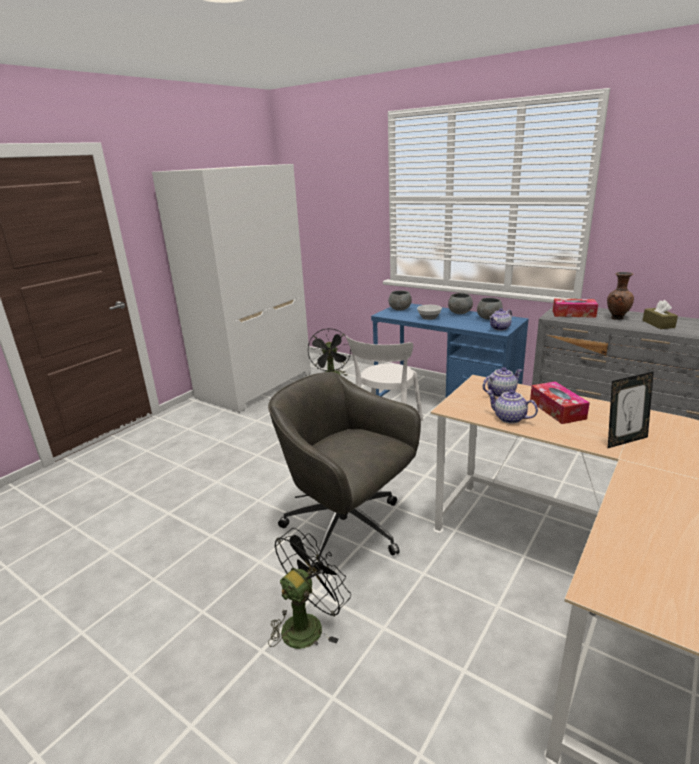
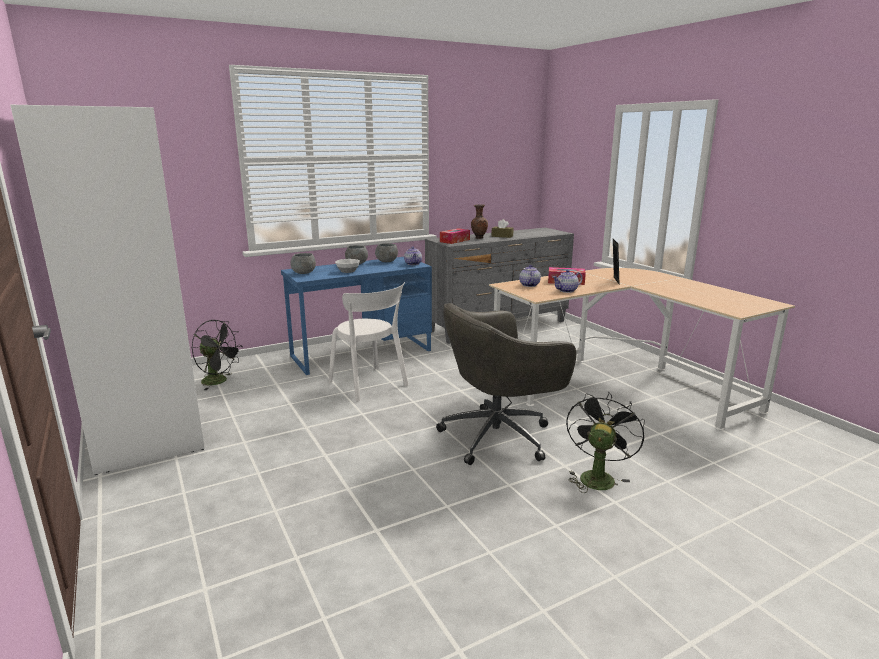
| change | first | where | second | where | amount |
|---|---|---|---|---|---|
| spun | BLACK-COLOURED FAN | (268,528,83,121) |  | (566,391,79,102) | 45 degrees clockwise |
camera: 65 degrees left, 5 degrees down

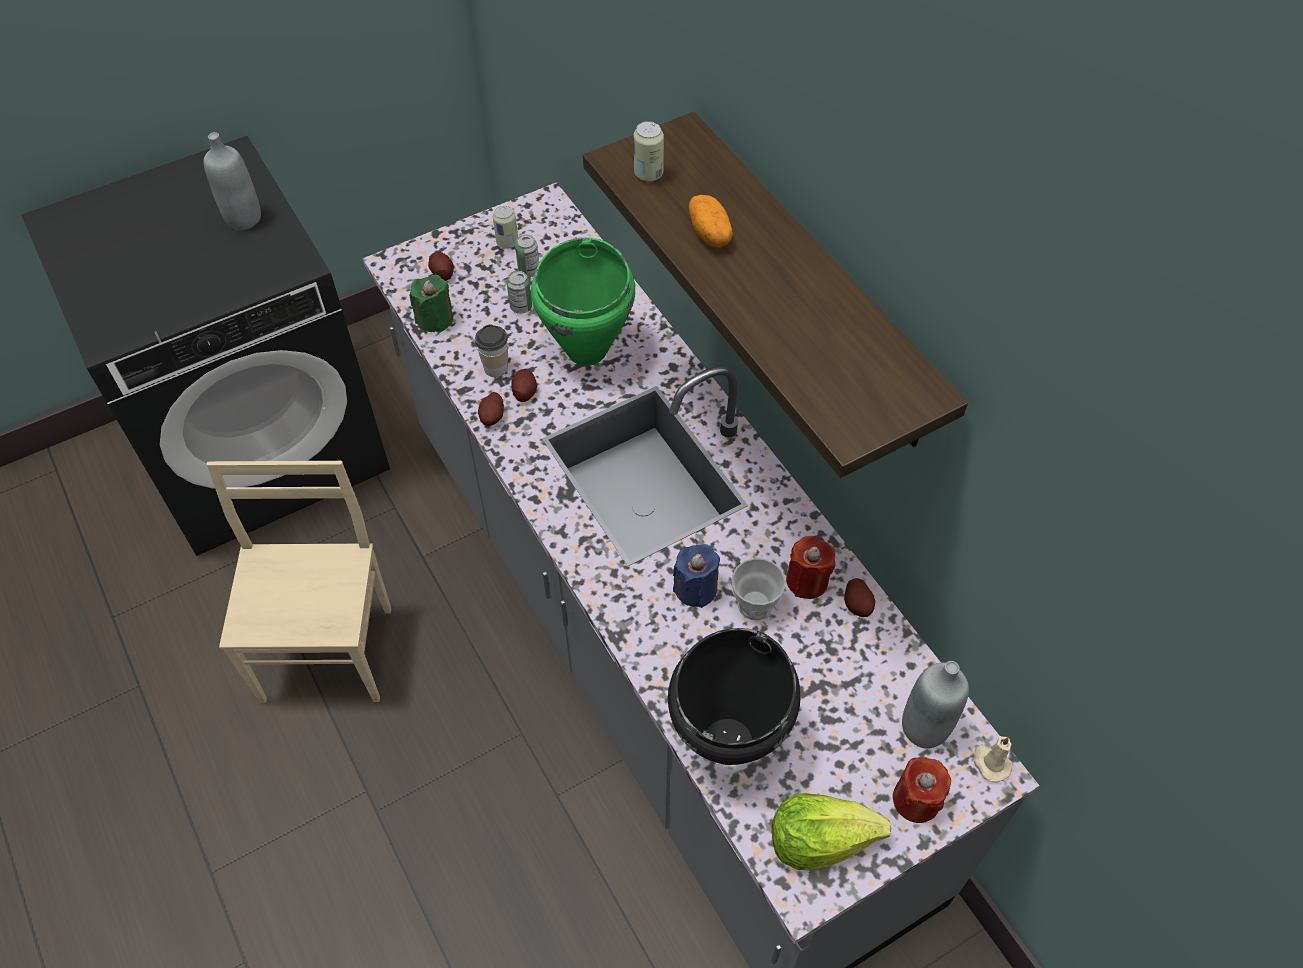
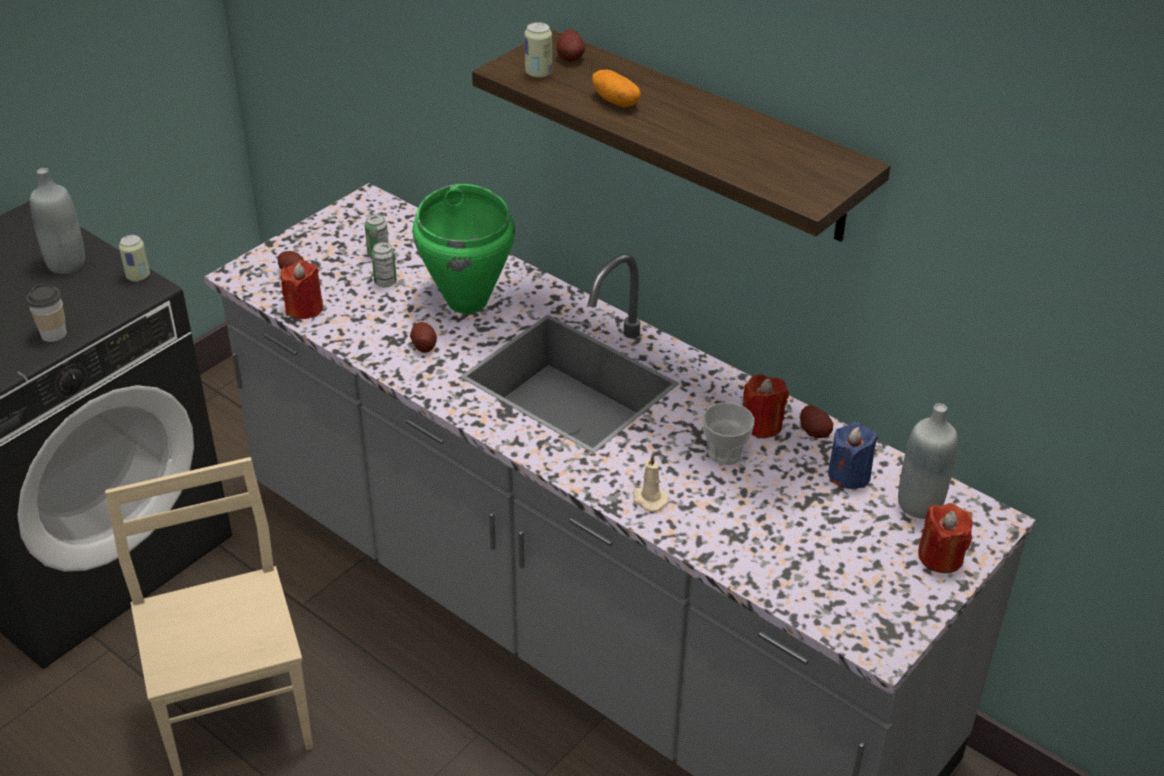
| change | first | where | second | where | amount |
|---|---|---|---|---|---|
| colour | GREEN CANDLE | (410,274,43,58) | RED-COLOURED CANDLE | (281,260,42,59) |  |
| relocated | SMALL CUP | (475,325,33,52) |  | (26,284,41,58) |  |
| relocated | SPUD | (478,392,26,34) |  | (557,29,28,33) |  |
| relocated | SEALED CAN | (493,206,25,43) |  | (119,235,31,47) |  |
| missing | BLACK-COLOURED COOKING POT | (668,628,133,137) |  |  |  |
| relocated | BLUISH CANDLE | (673,544,47,64) |  | (828,422,50,67) |  |
| missing | LETTUCE HEAD | (772,793,119,77) |  |  |  |
| relocated | SAND-COLOURED CANDLE | (974,736,38,47) |  | (633,453,35,58) |  |
camera: 20 degrees left, 15 degrees down

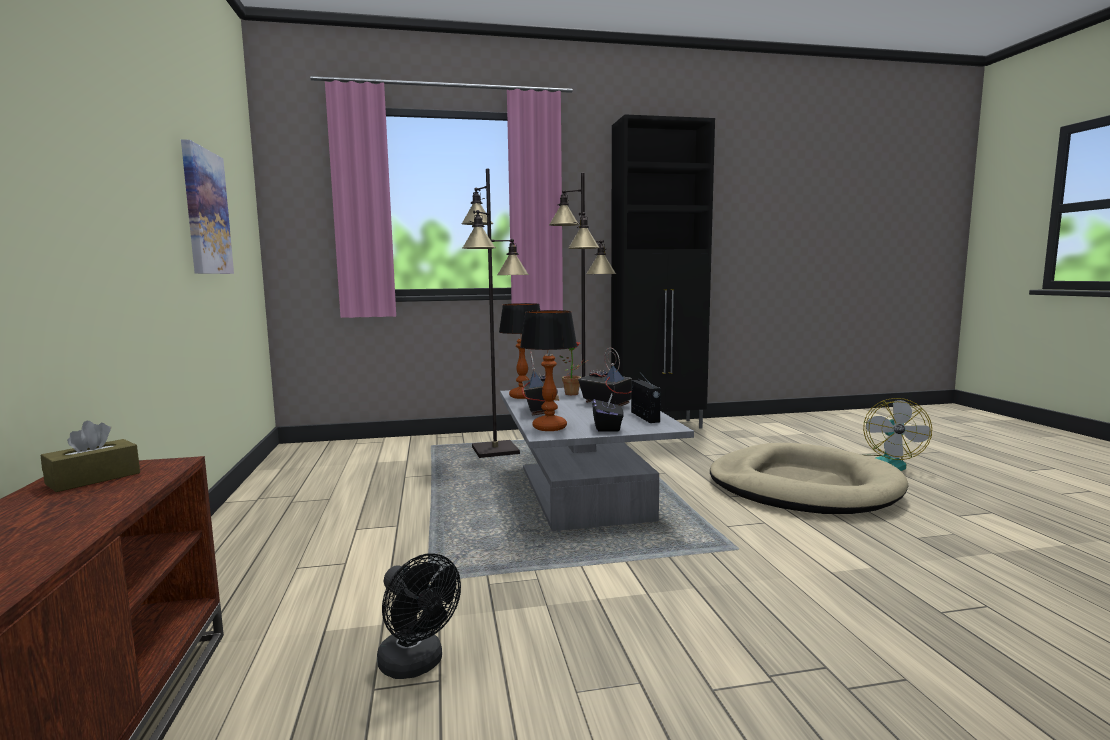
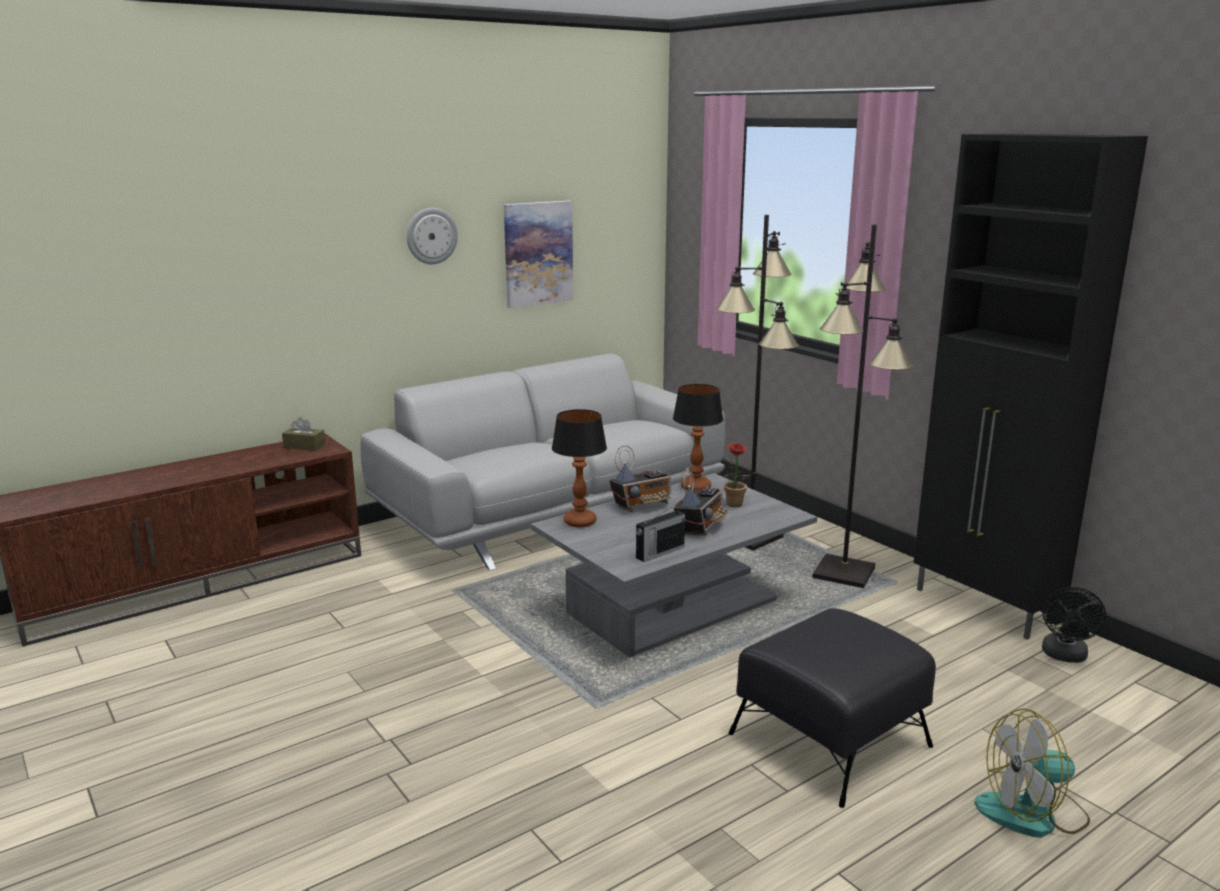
| change | first | where | second | where | amount |
|---|---|---|---|---|---|
| relocated | BLACK-COLOURED FAN | (377,553,84,126) |  | (1042,587,64,76) |  |
| missing | BLACK-COLOURED TISSUE HOLDER | (592,393,32,39) |  |  |  |
| exchanged | SAND-COLOURED DOG CUSHION | (710,443,199,71) | BLACK-COLOURED POUFFE | (728,608,208,200) |  |
| appeared |  |  | GRAY SOFA | (361,354,364,216) |  |
| appeared |  |  | WALL CLOCK | (407,208,51,56) |  |
camera: 65 degrees right, 10 degrees up

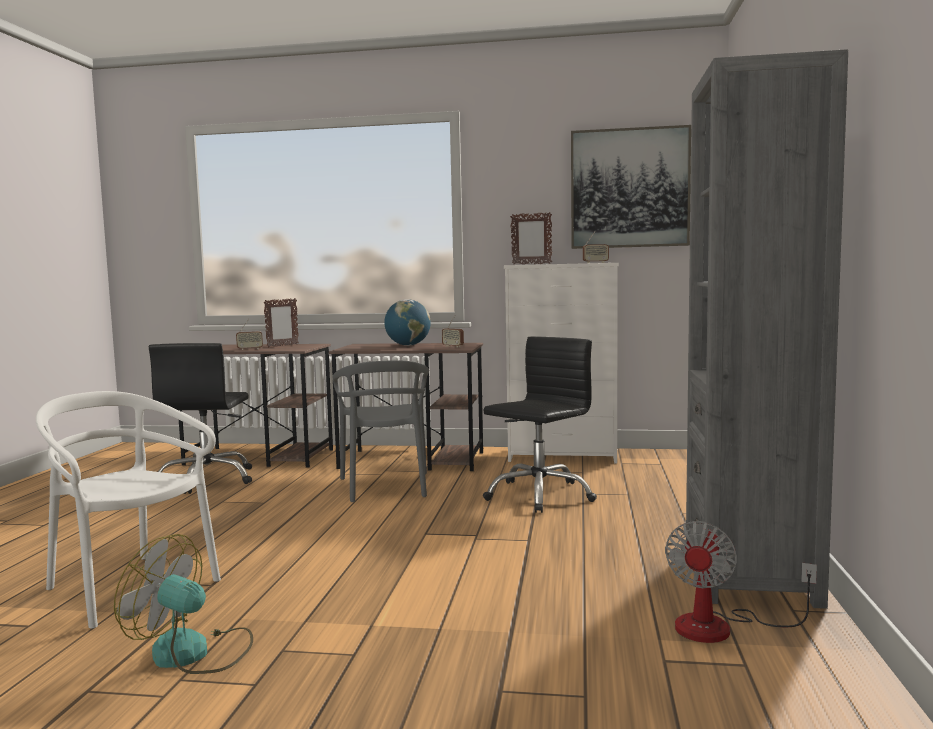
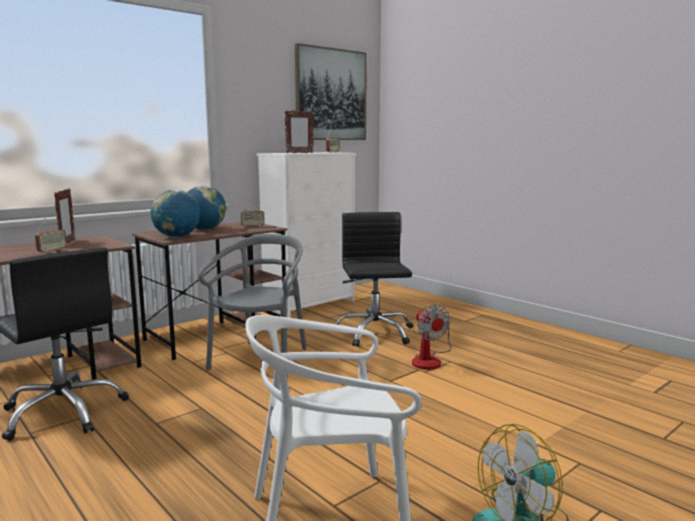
| change | first | where | second | where | amount |
|---|---|---|---|---|---|
| spun | GRAY PLAIN CHAIR | (332,360,97,142) |  | (198,234,109,136) | 105 degrees counterclockwise |
| relocated | FAN | (665,521,152,122) |  | (412,304,40,66) |  |
| missing | GRAY BOOKSHELF | (686,49,162,560) |  |  |  |
| appeared |  |  | DESK GLOBE | (150,190,50,48) |  |
camera: 50 degrees left, 5 degrees up

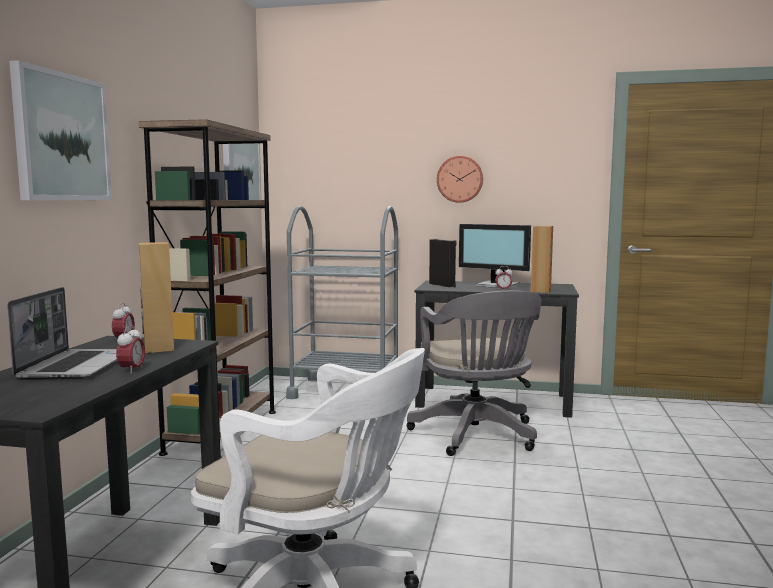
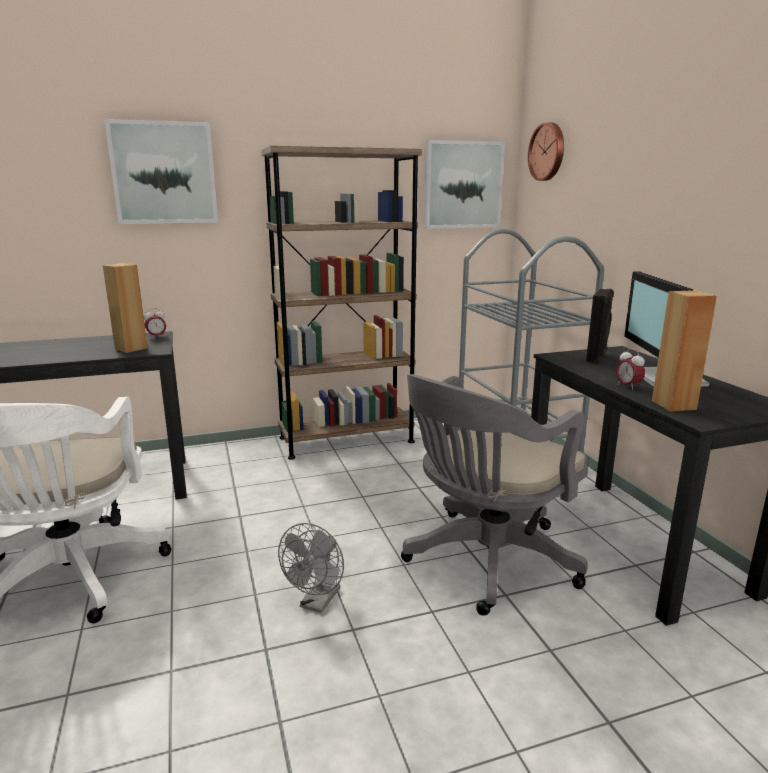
| change | first | where | second | where | amount |
|---|---|---|---|---|---|
| missing | LAPTOP | (7,287,110,93) |  |  |  |
| missing | BEDSIDE CLOCK | (116,325,29,49) |  |  |  |
| relocated | WALL CLOCK | (437,156,46,47) |  | (528,122,36,59) |  |
| appeared |  |  | GRAY FAN | (278,523,66,90) |  |
camera: 60 degrees right, 10 degrees up

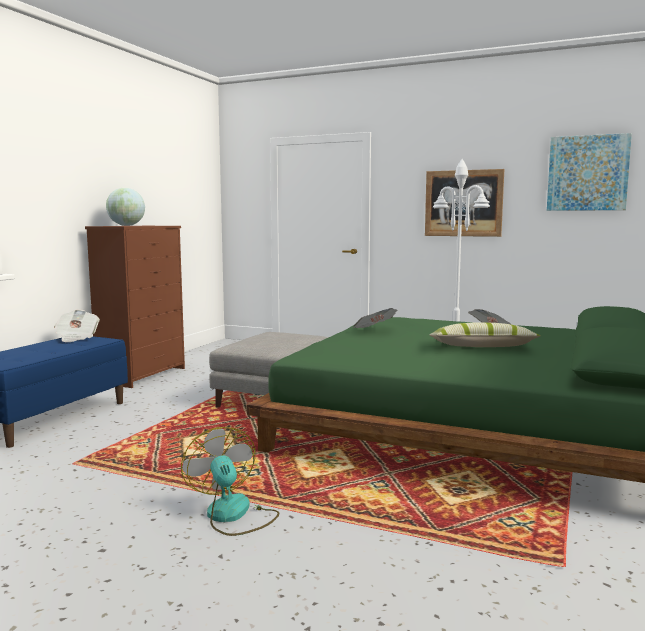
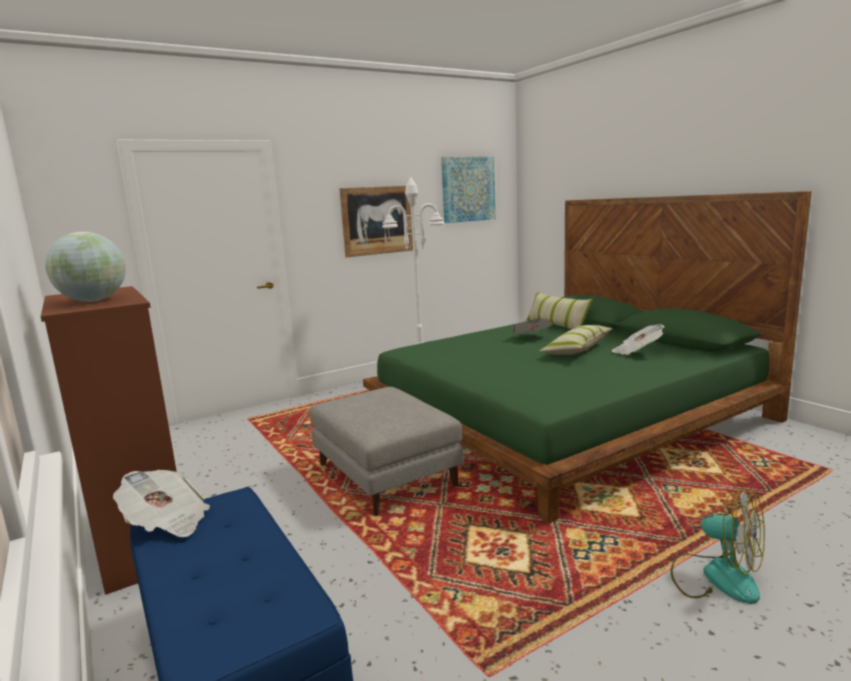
| change | first | where | second | where | amount |
|---|---|---|---|---|---|
| spun | FAN | (181,427,98,109) |  | (670,487,95,117) | 150 degrees counterclockwise |
| relocated | NEWSPAPER | (352,308,46,20) |  | (612,324,53,31) |  |
| appeared |  |  | PILLOW | (526,291,67,38) |  |
camera: 55 degrees left, 5 degrees up

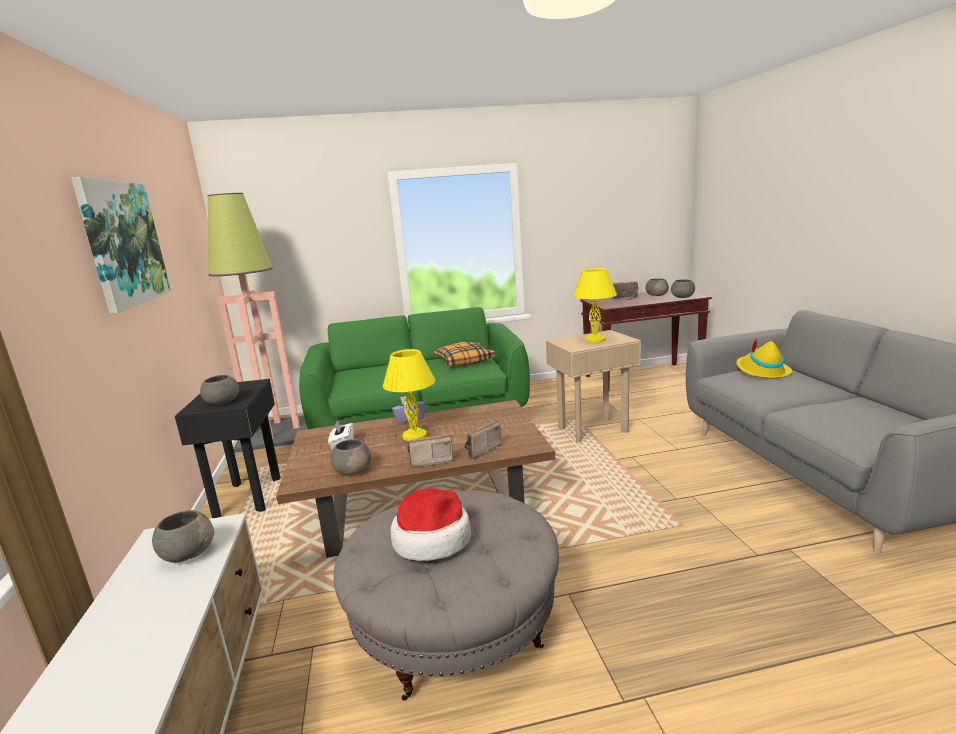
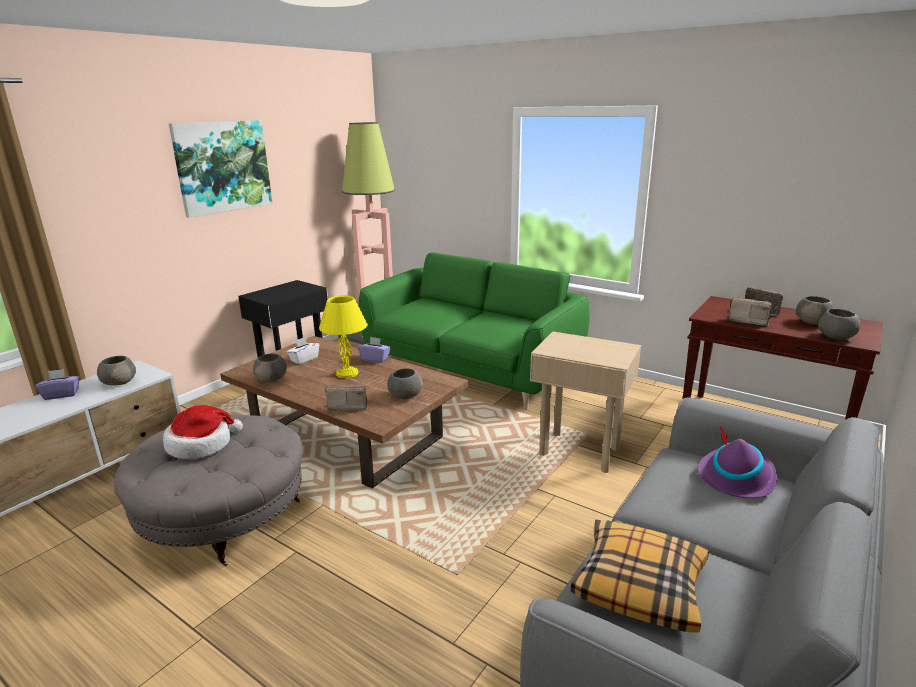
| change | first | where | second | where | amount |
|---|---|---|---|---|---|
| relocated | GRAY DEEP DISH | (200,375,39,30) |  | (387,368,36,31) |  |
| relocated | RADIO RECEIVER | (407,435,48,33) |  | (728,297,44,29) |  |
| relocated | PILLOW | (434,342,61,24) |  | (571,520,138,113) |  |
| missing | YELLOW-COLOURED LAMP FOR A TABLE | (574,268,43,75) |  |  |  |
| colour | YELLOW-COLOURED WEARABLE HAT | (736,339,56,40) | PURPLE WEARABLE HAT | (697,426,80,72) |  |
| appeared |  |  | PURPLE TISSUE HOLDER | (35,369,45,31) |  |
camera: 45 degrees right, 5 degrees up

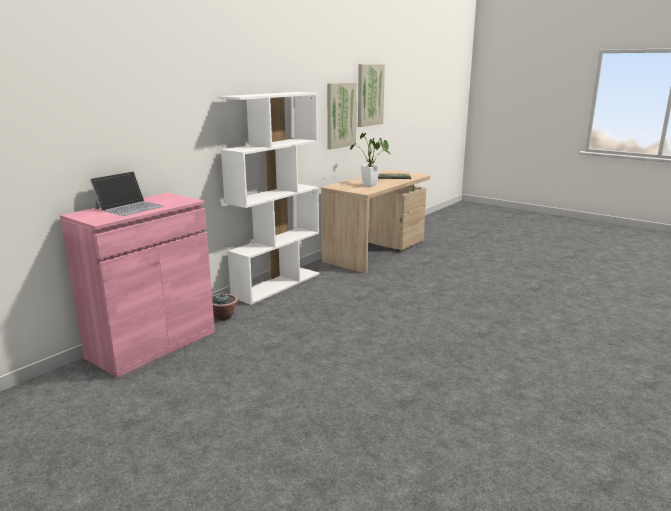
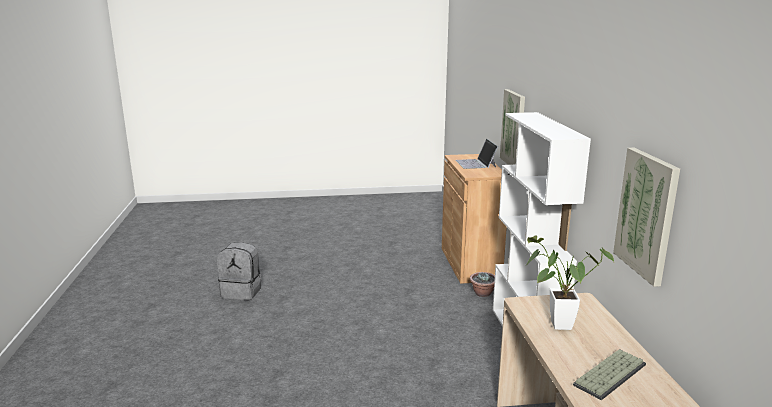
| change | first | where | second | where | amount |
|---|---|---|---|---|---|
| colour | PINK CUPBOARD | (60,193,155,185) | BROWN CUPBOARD | (442,154,65,130) |  |
| relocated | WALL PICTURE | (358,64,27,63) |  | (500,89,25,76) |  |
| appeared |  |  | GRAY RUCKSACK | (217,242,44,58) |  |
camera: 135 degrees right, 0 degrees up

